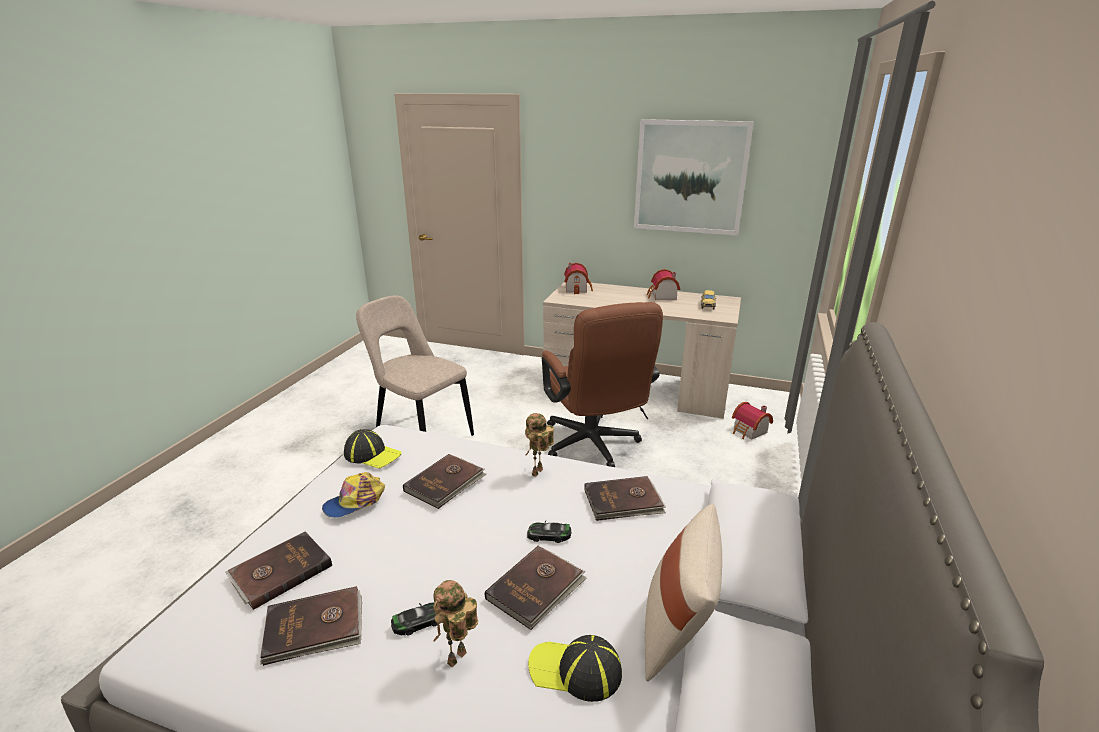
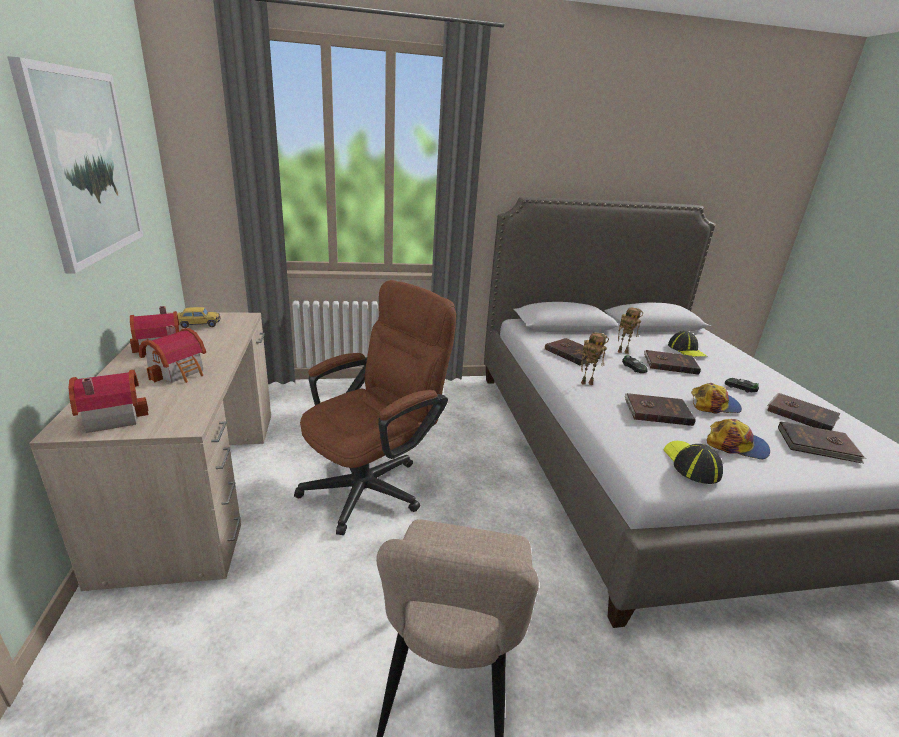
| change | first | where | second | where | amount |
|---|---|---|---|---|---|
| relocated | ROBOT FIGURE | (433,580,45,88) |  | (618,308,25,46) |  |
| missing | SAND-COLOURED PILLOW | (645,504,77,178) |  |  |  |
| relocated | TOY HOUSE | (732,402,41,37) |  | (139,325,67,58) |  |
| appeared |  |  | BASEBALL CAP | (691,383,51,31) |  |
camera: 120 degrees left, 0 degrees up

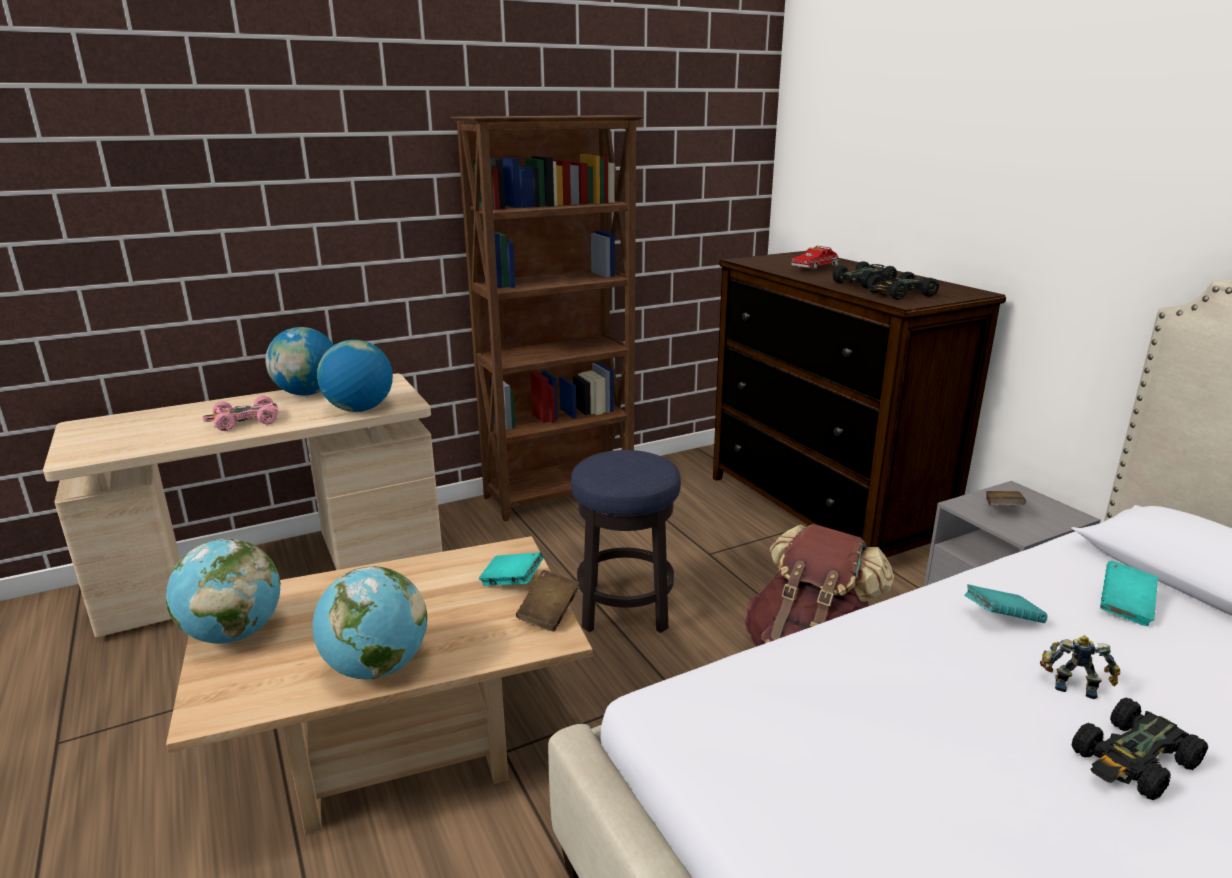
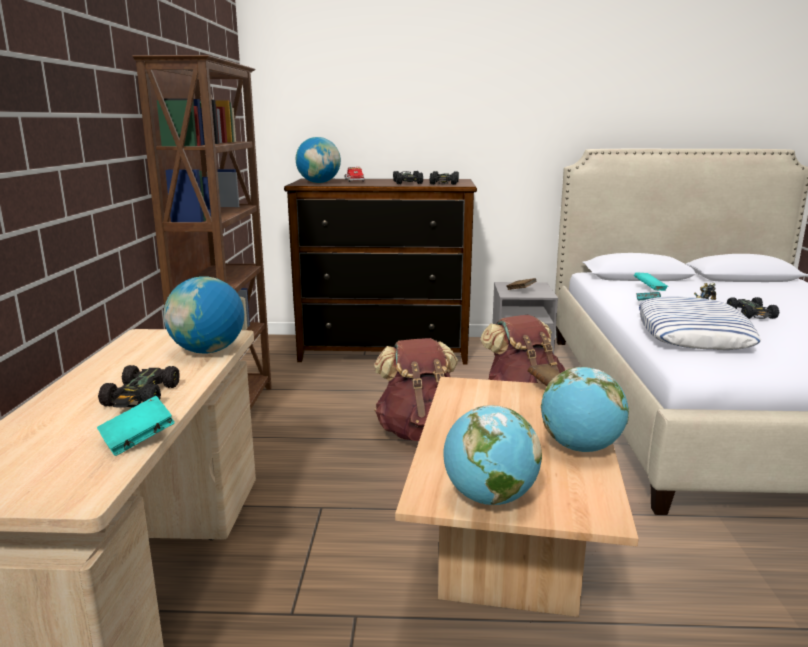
| change | first | where | second | where | amount |
|---|---|---|---|---|---|
| colour | PINK MINIATURE CAR | (203,396,76,35) | BLACK-COLOURED MINIATURE CAR | (98,365,82,43) |  |
| relocated | DESK GLOBE | (265,327,69,68) |  | (295,137,46,46) |  |
| relocated | TURQUOISE-COLOURED BOOK | (479,552,64,34) |  | (97,396,78,60) |  |
| exchanged | STOOL | (571,450,110,183) | BROWN RUCKSACK | (374,338,84,103) |  |
| appeared |  |  | PILLOW | (639,297,122,53) |  |
camera: 60 degrees left, 5 degrees down

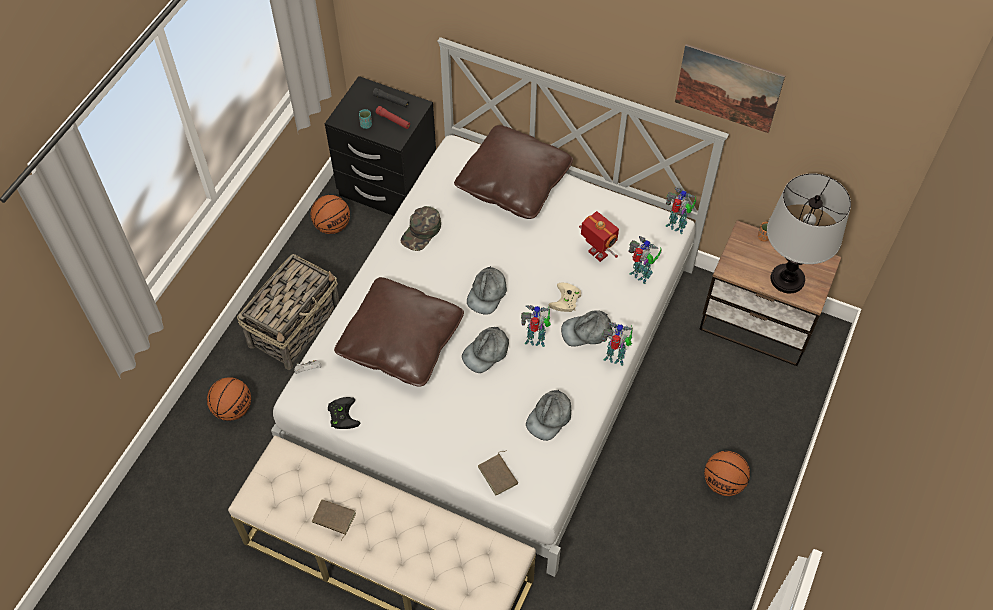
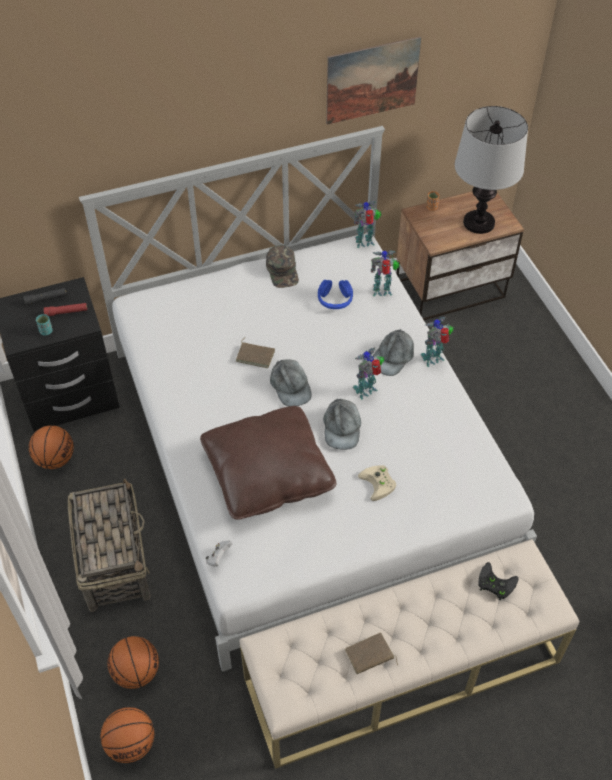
| change | first | where | second | where | amount |
|---|---|---|---|---|---|
| relocated | BLACK-COLOURED JOYPAD | (328,397,32,32) |  | (478,562,40,38) |  |
| relocated | GREEN BASEBALL CAP | (401,206,40,45) |  | (266,245,33,43) |  |
| missing | BROWN PILLOW | (454,125,119,94) |  |  |  |
| relocated | BROWN BOOK | (478,450,40,45) |  | (236,337,39,31) |  |
| missing | GRAY BASEBALL CAP | (526,390,45,51) |  |  |  |
| relocated | SAND-COLOURED JOYPAD | (549,283,32,29) |  | (358,465,38,36) |  |
| exchanged | ROBOT FIGURE | (579,211,40,51) | BLUISH HEADSET | (318,280,35,29) |  |
| relocated | BALL FOR BASKETBALL | (704,451,46,45) |  | (101,707,53,56) |  |
camera: 45 degrees left, 5 degrees down

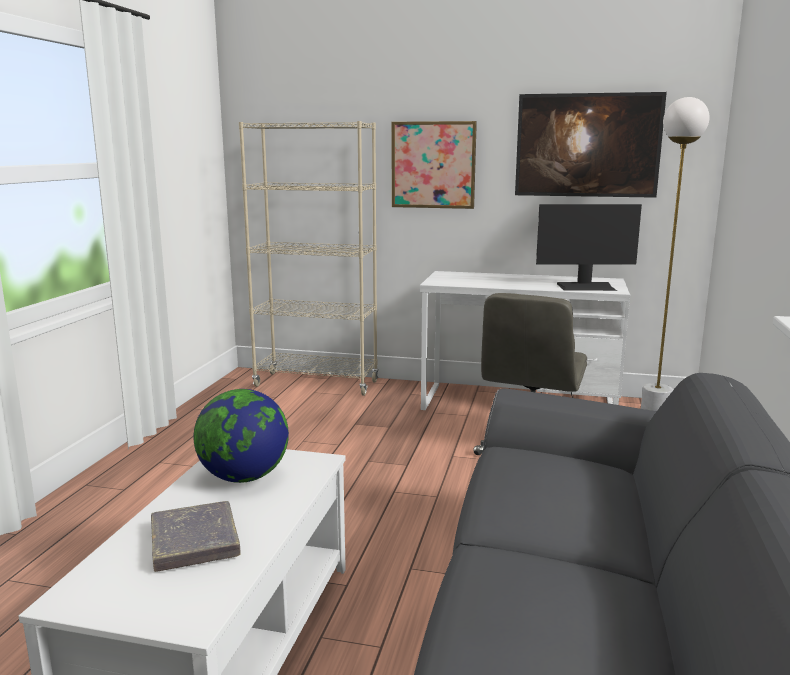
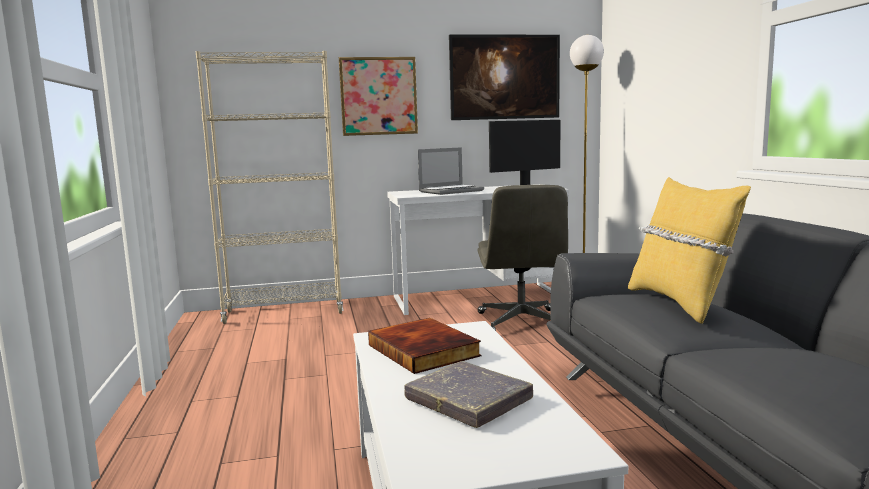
| change | first | where | second | where | amount |
|---|---|---|---|---|---|
| exchanged | DESK GLOBE | (193,389,96,94) | BOOK | (368,318,113,56) |  |
| appeared |  |  | LAPTOP | (418,147,66,48) |  |
| appeared |  |  | YELLOW-COLOURED PILLOW | (628,177,123,147) |  |
camera: 25 degrees left, 5 degrees down

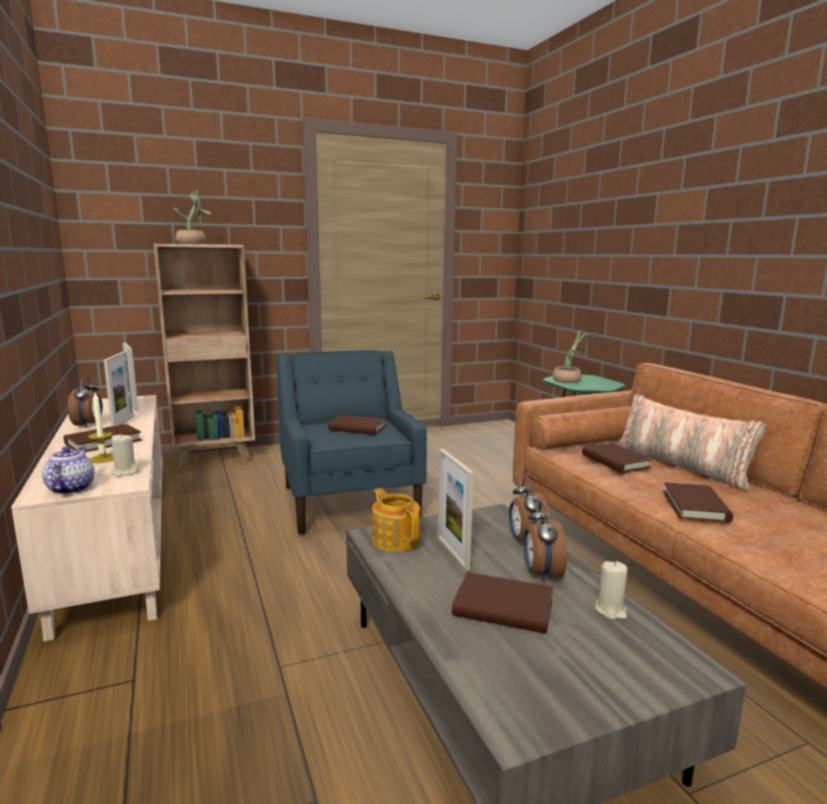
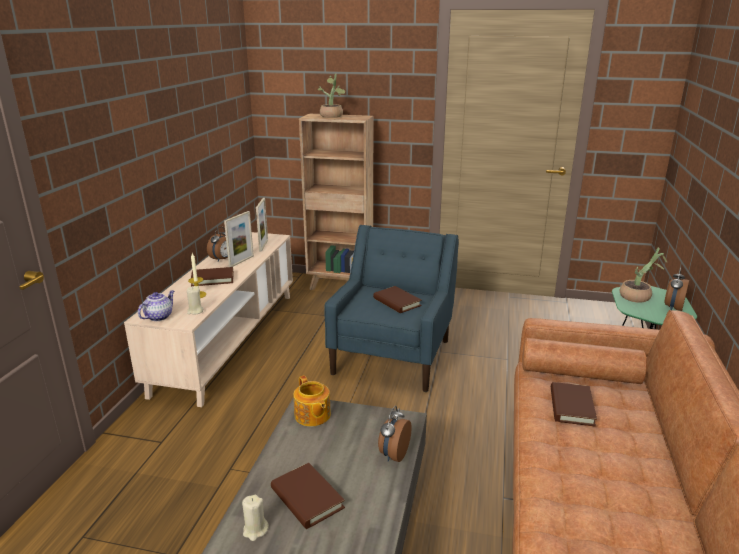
| change | first | where | second | where | amount |
|---|---|---|---|---|---|
| spun | TEA POT | (372,489,48,63) |  | (293,375,38,52) | 150 degrees clockwise |
| missing | PICTURE FRAME | (437,449,37,121) |  |  |  |
| relocated | BEDSIDE CLOCK | (523,502,44,80) |  | (664,268,25,43) |  |
| relocated | SAND-COLOURED CANDLE | (595,561,33,58) |  | (242,495,27,46) |  |
| missing | PILLOW | (616,394,150,96) |  |  |  |
| missing | BROWN BOOK | (663,482,70,41) |  |  |  |
camera: 35 degrees right, 10 degrees up

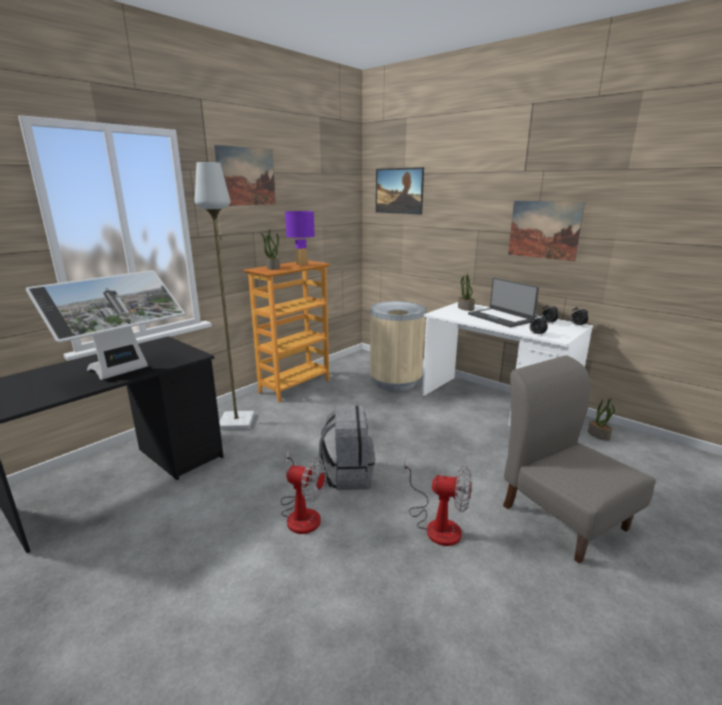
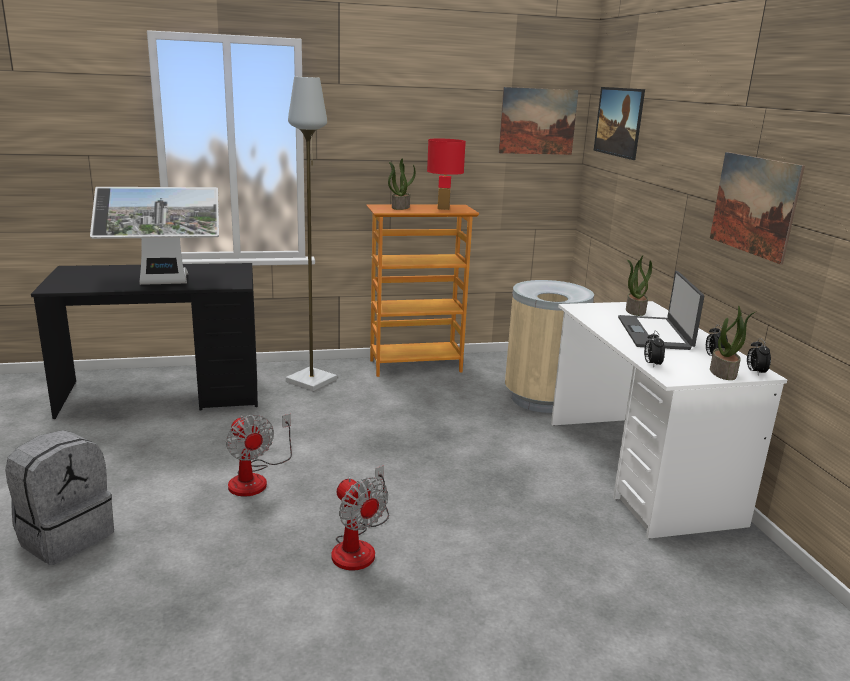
| change | first | where | second | where | amount |
|---|---|---|---|---|---|
| relocated | WALL PICTURE | (213,145,63,61) |  | (499,87,80,68) |  |
| colour | PURPLE LAMP FOR A TABLE | (285,211,30,54) | RED-COLOURED LAMP FOR A TABLE | (427,139,39,71) |  |
| relocated | GRAY RUCKSACK | (319,406,56,84) |  | (5,430,109,135) |  |
| missing | GRAY PLAIN CHAIR | (503,355,152,209) |  |  |  |
| relocated | POTTED PLANT | (588,398,27,43) |  | (710,305,45,75) |  |
camera: 35 degrees right, 0 degrees up

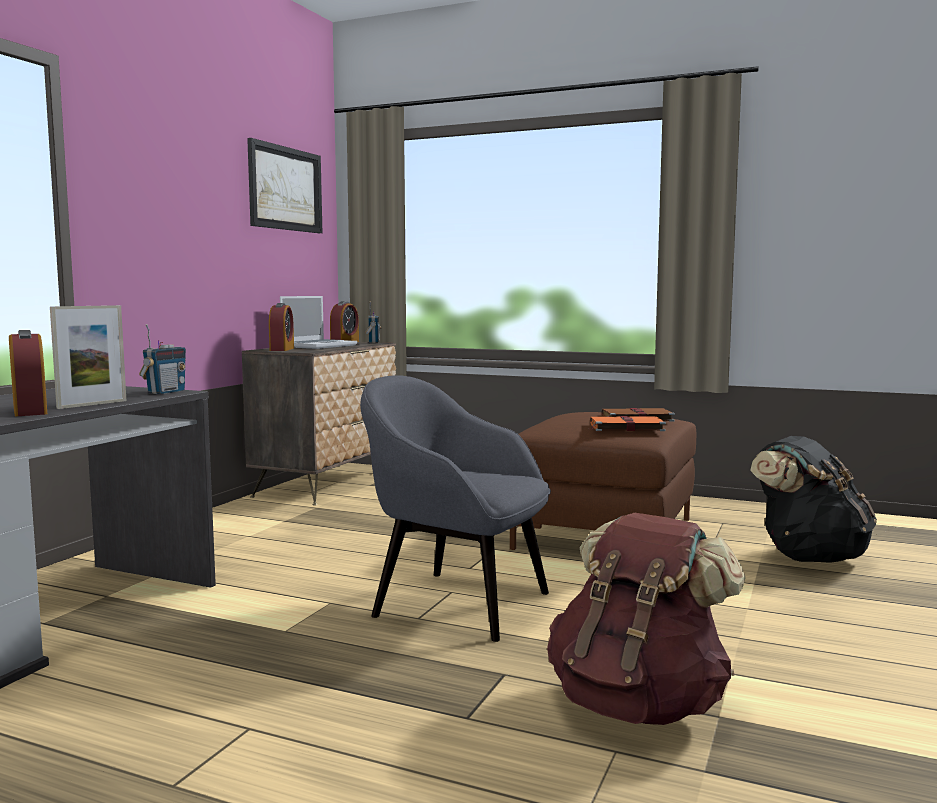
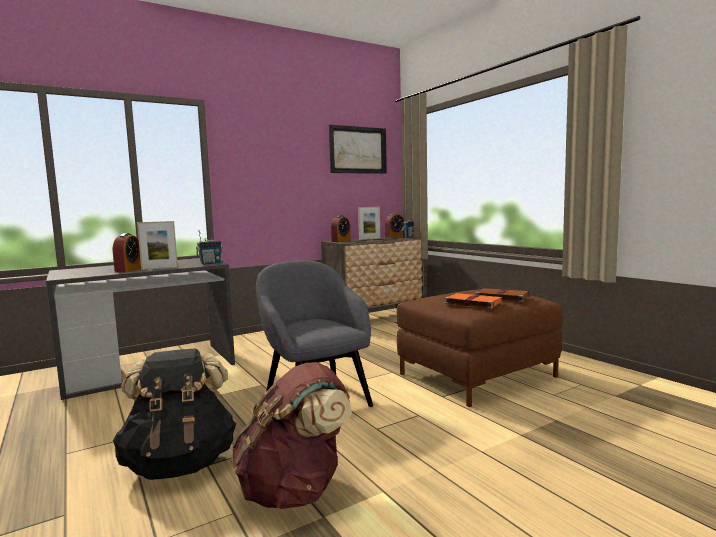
| change | first | where | second | where | amount |
|---|---|---|---|---|---|
| exchanged | LAPTOP | (280,296,77,53) | PICTURE FRAME | (358,207,23,33) |  |
| relocated | BLACK-COLOURED RUCKSACK | (750,436,127,127) |  | (113,348,123,132) |  |
camera: 35 degrees right, 0 degrees up

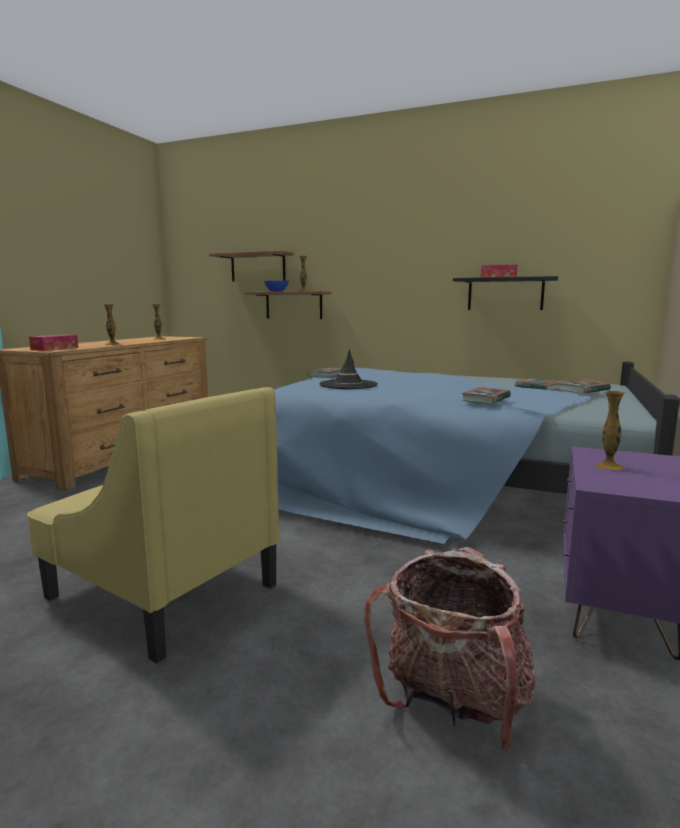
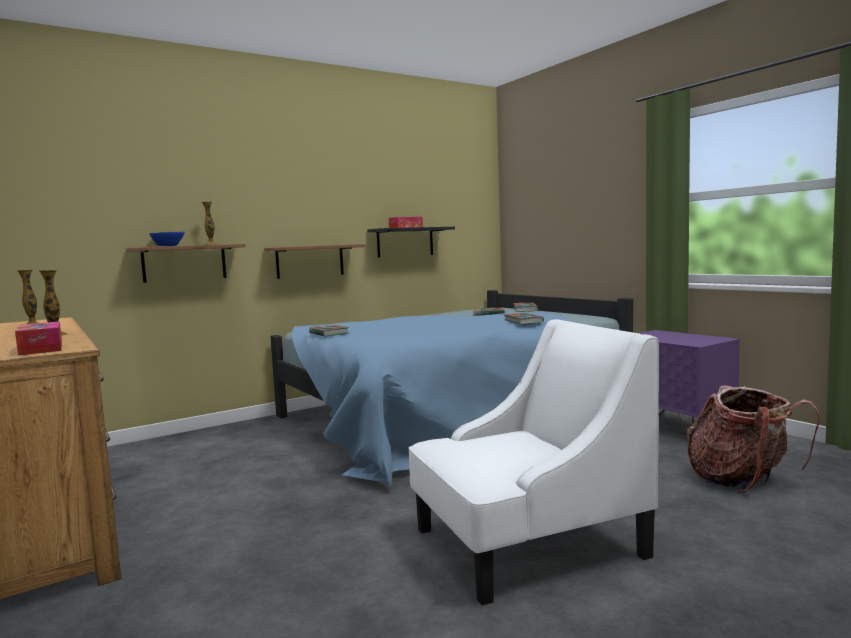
| change | first | where | second | where | amount |
|---|---|---|---|---|---|
| colour | YELLOW-COLOURED EASY CHAIR | (27,387,252,277) | WHITE-COLOURED EASY CHAIR | (408,320,251,286) |  |
| relocated | BROWN SHELF | (209,250,85,32) |  | (264,244,101,35) |  |
| missing | BLACK-COLOURED WEARABLE HAT | (319,349,59,40) |  |  |  |
| missing | DECORATIVE VASE | (595,391,30,80) |  |  |  |
camera: 55 degrees left, 5 degrees down

